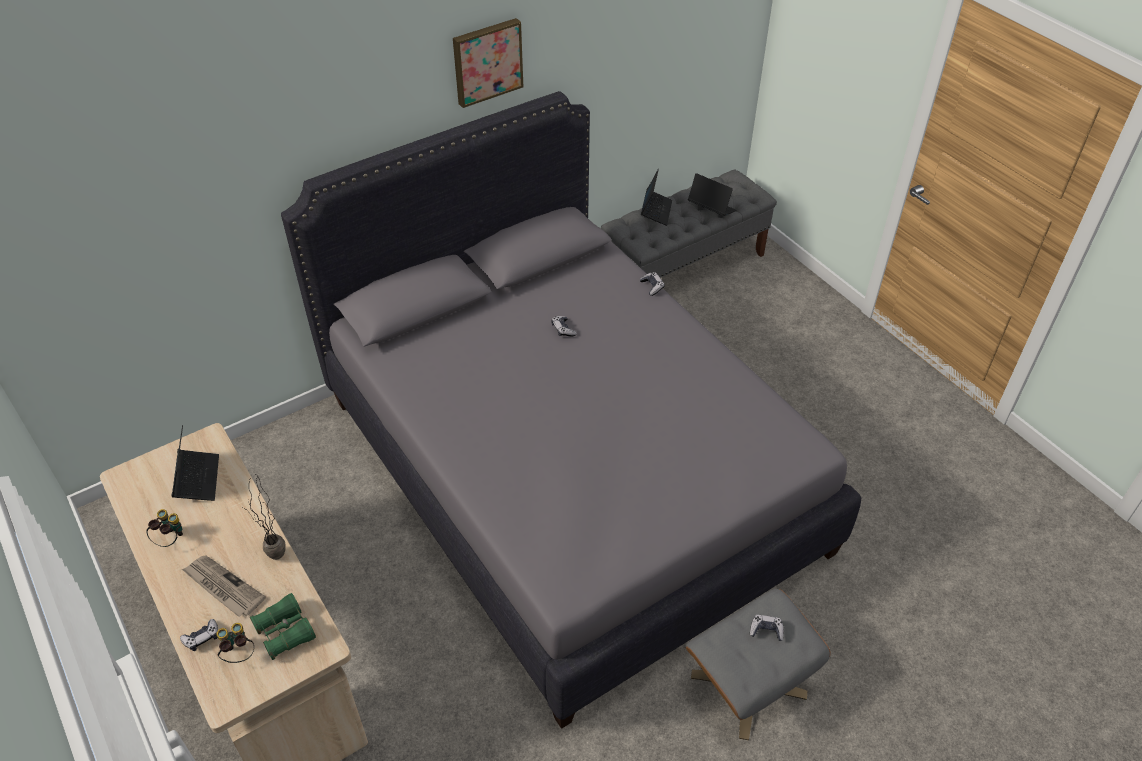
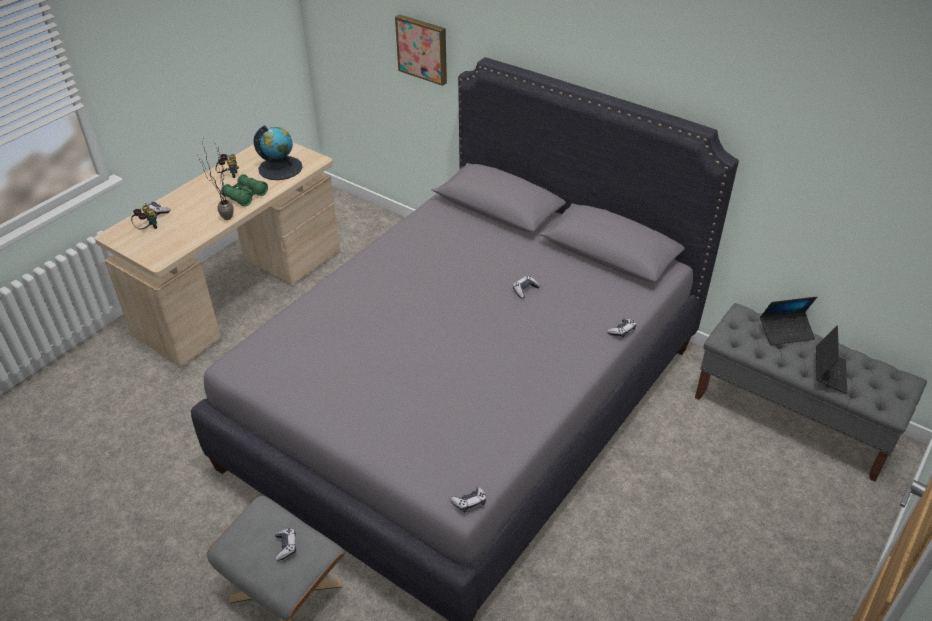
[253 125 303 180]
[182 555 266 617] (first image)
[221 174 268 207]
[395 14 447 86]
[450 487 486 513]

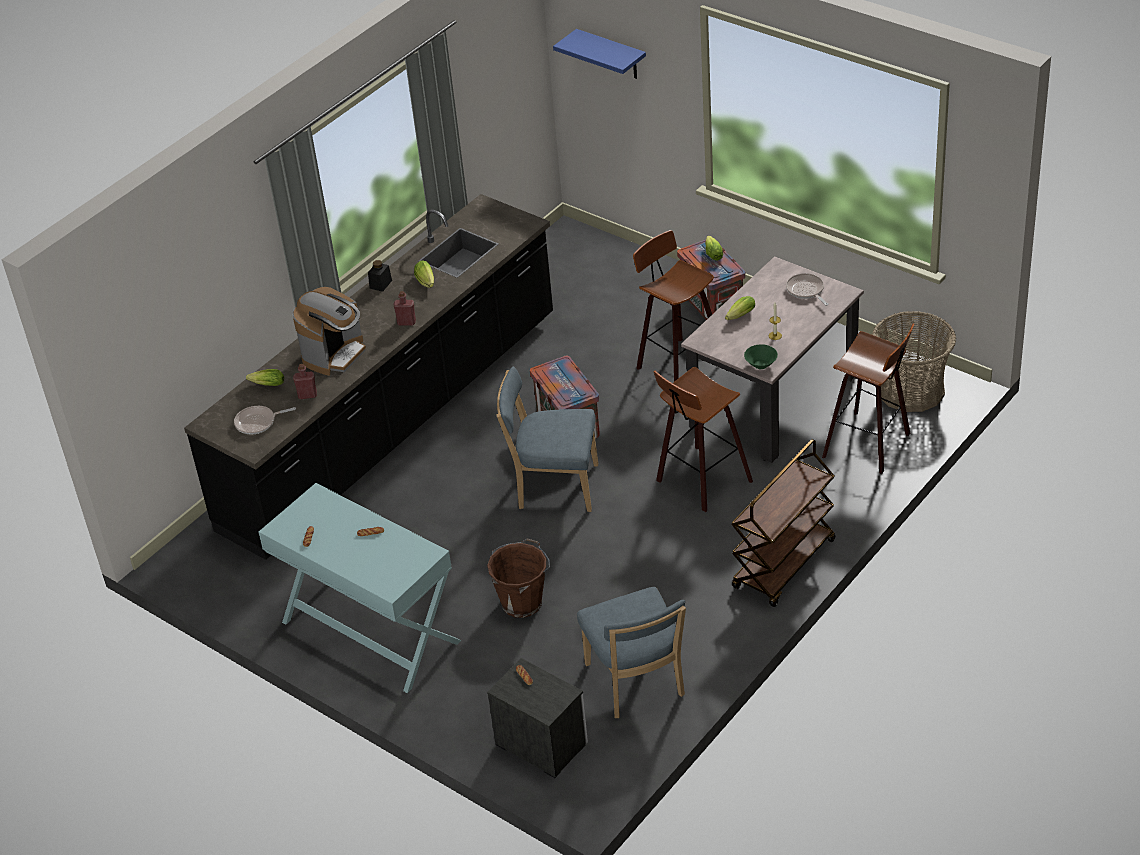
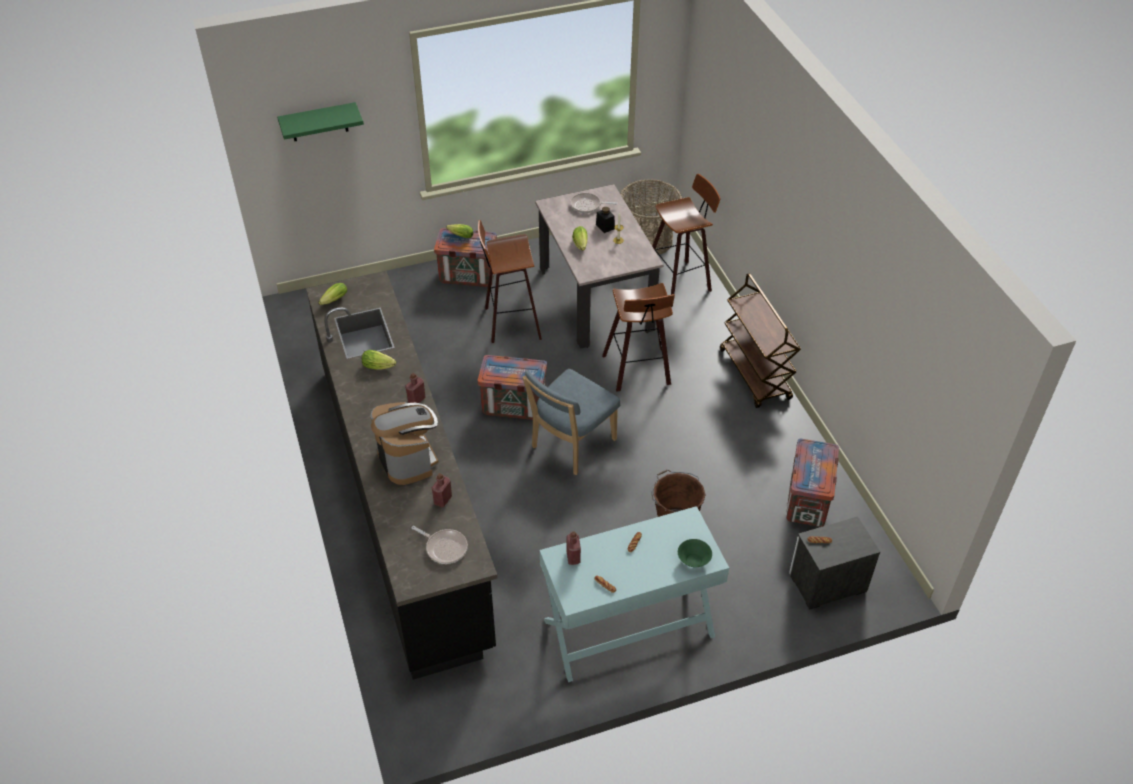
[411 526 468 564]
[319 283 347 305]
[596 207 615 233]
[277 102 364 141]
[787 438 839 527]
[678 539 712 567]
[566 531 581 565]

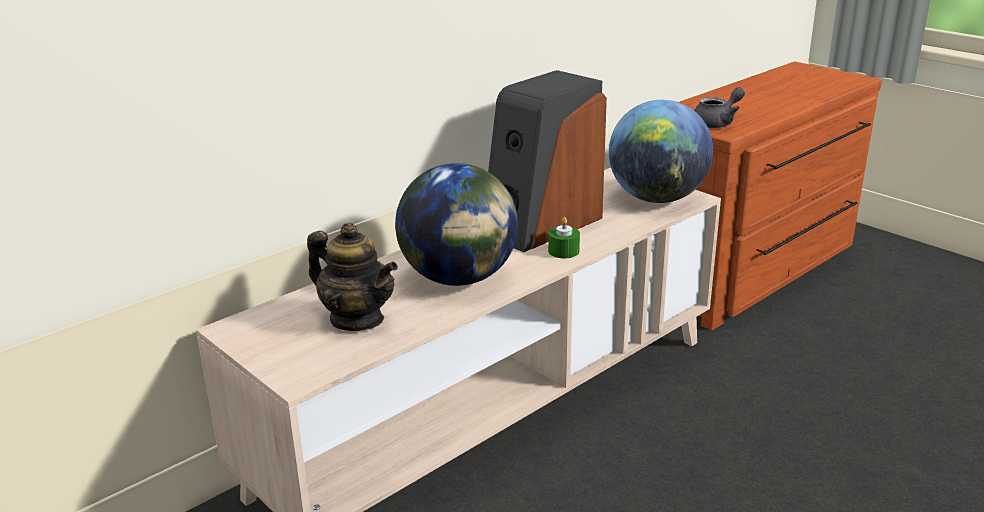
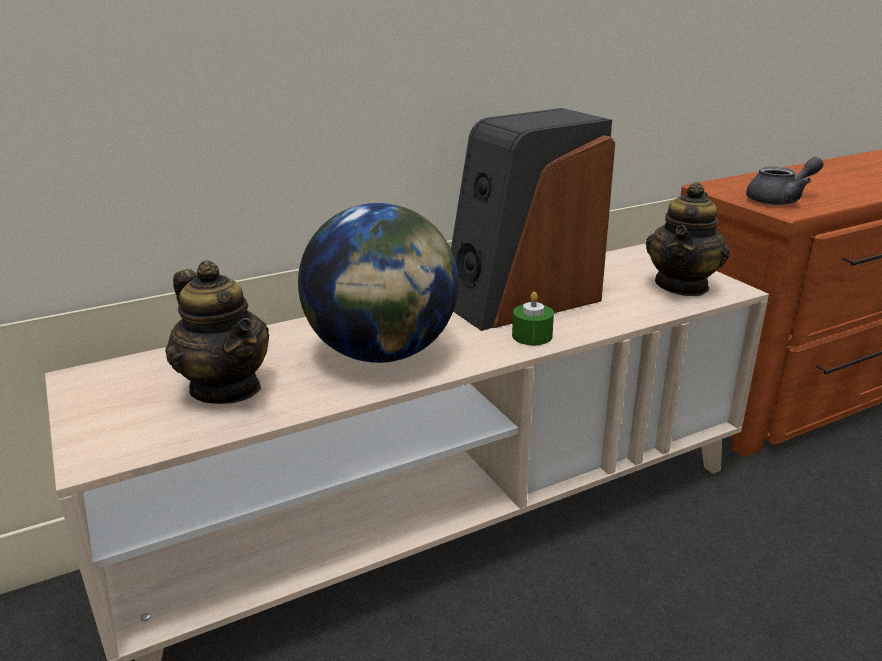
[646 182 730 296]

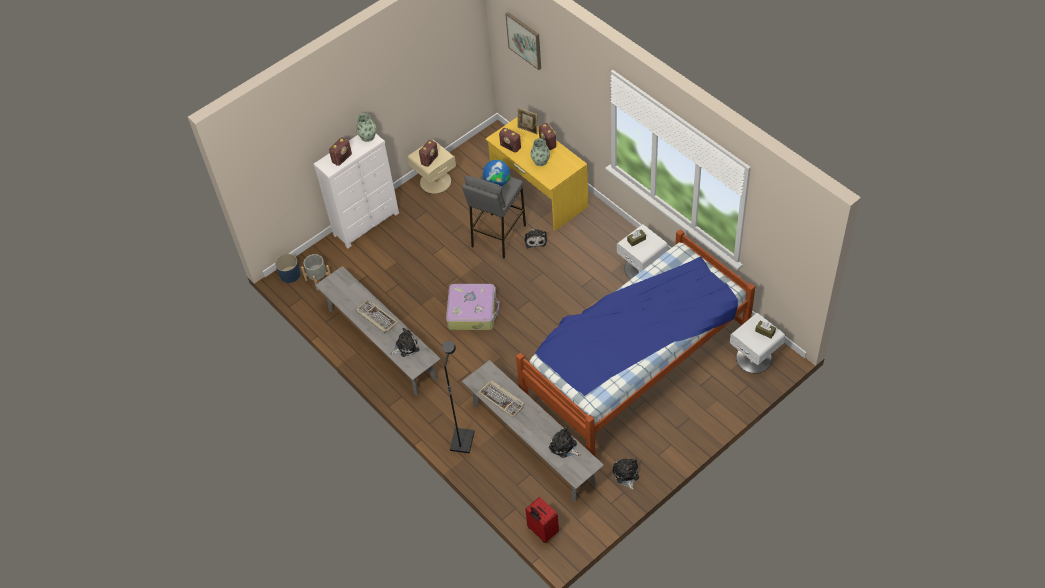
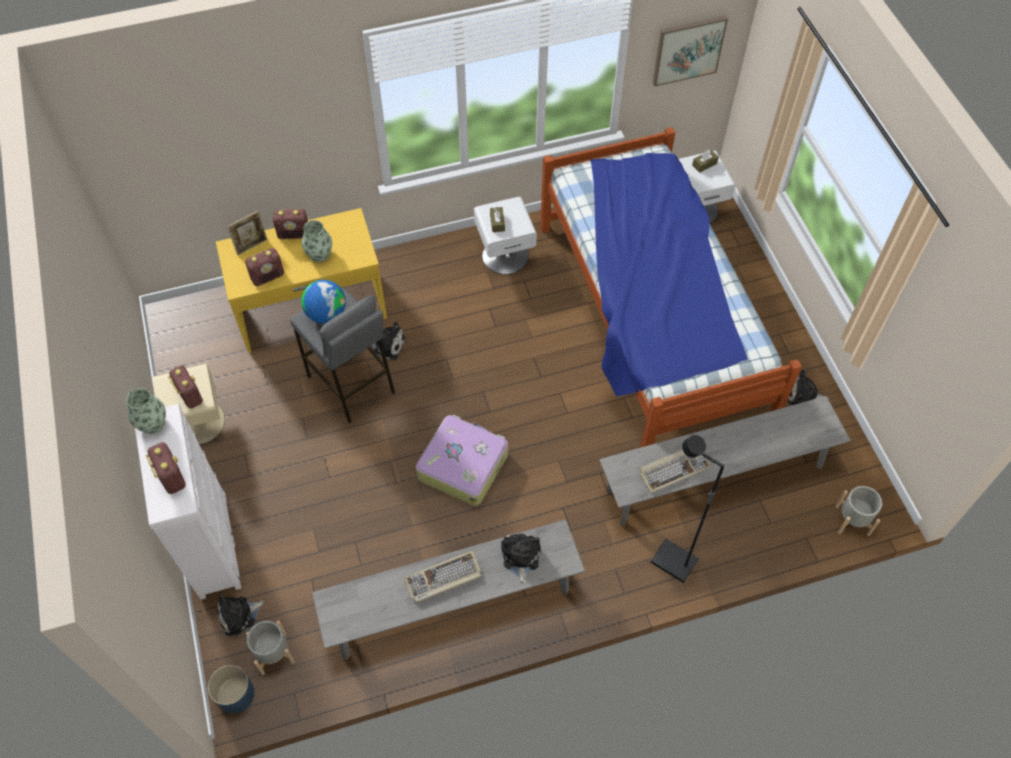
[653 16 728 87]
[835 486 882 536]
[218 595 264 636]

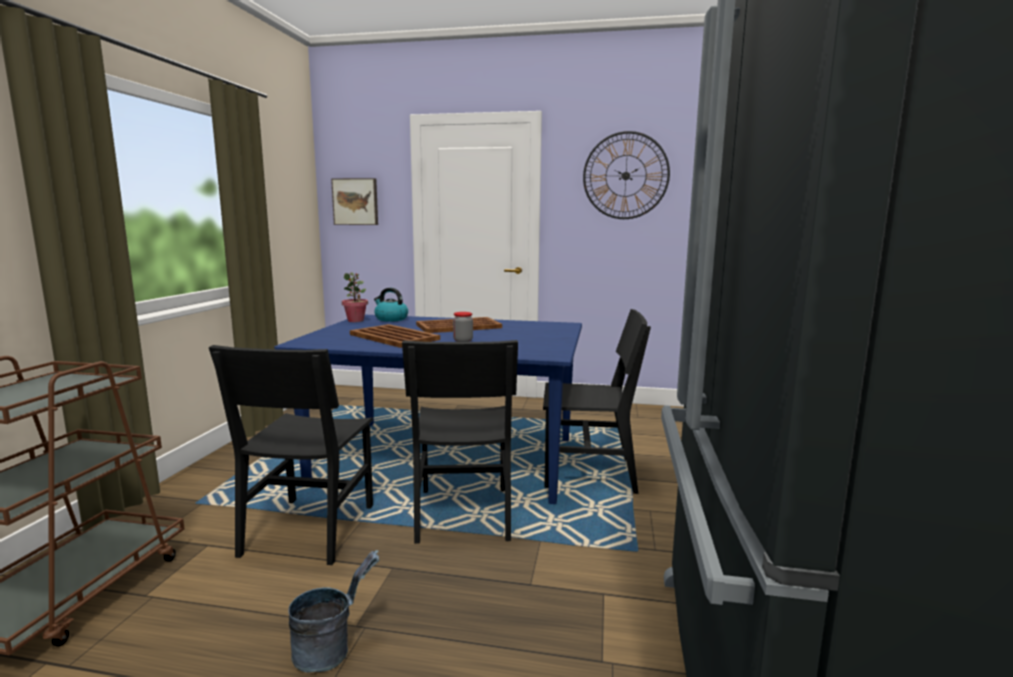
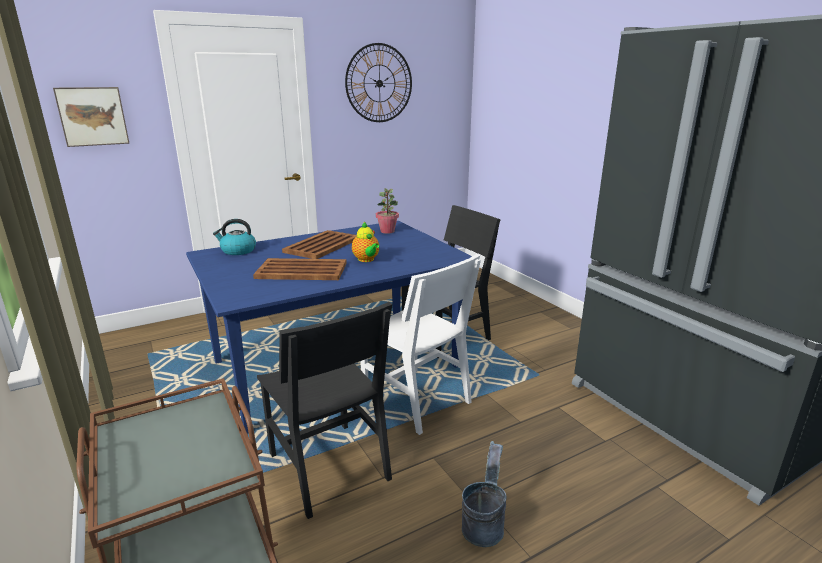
[376 188 399 234]
[361 254 481 435]
[352 222 379 262]

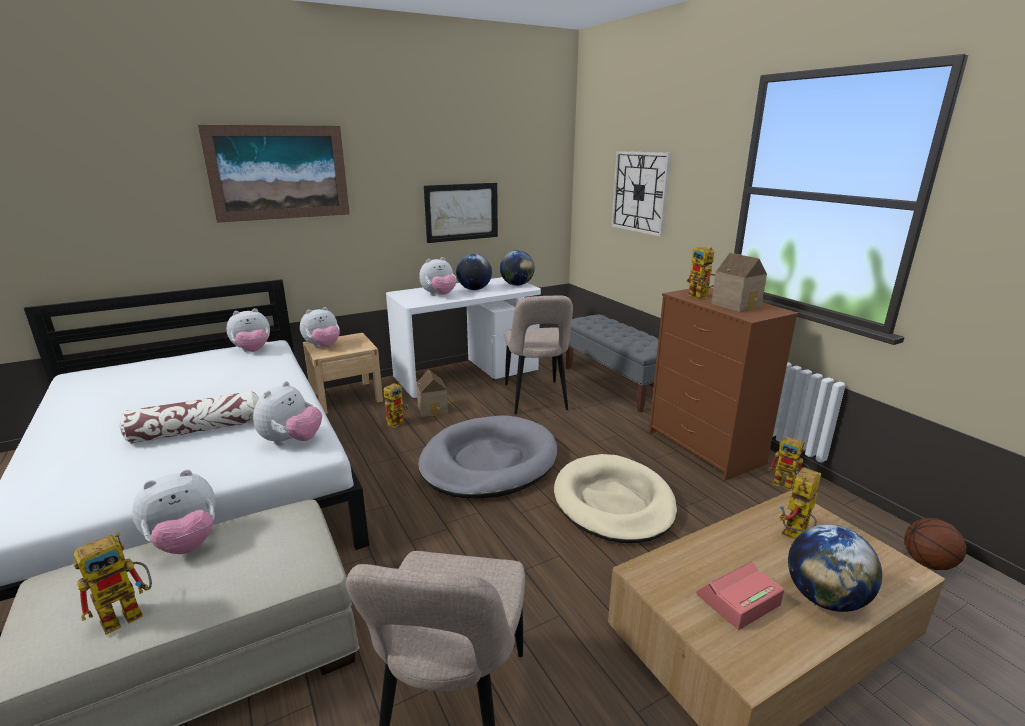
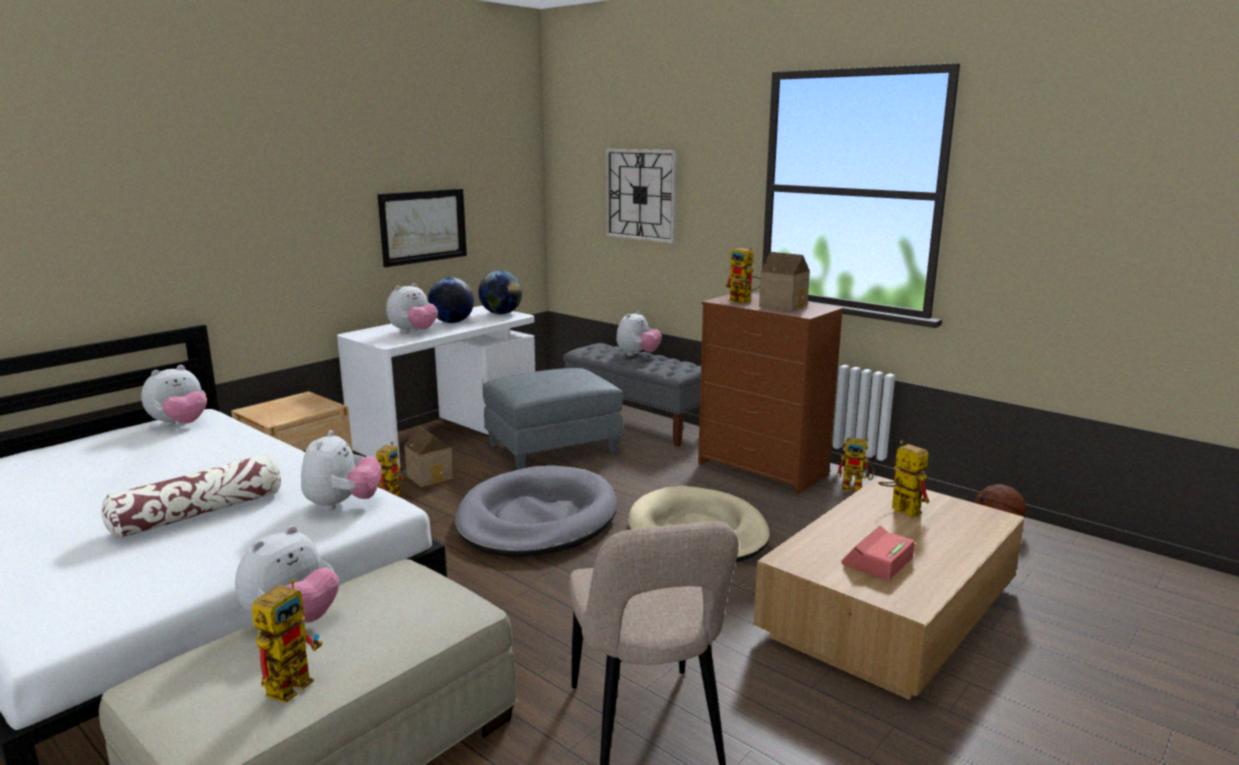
[198 125 350 223] (first image)
[616 311 662 356]
[483 368 624 470]
[878 441 929 518]
[788 525 882 612] (first image)

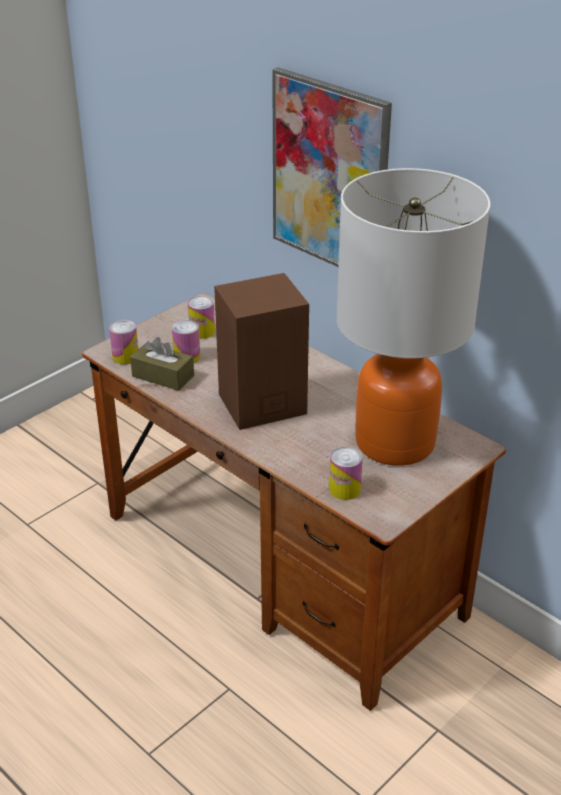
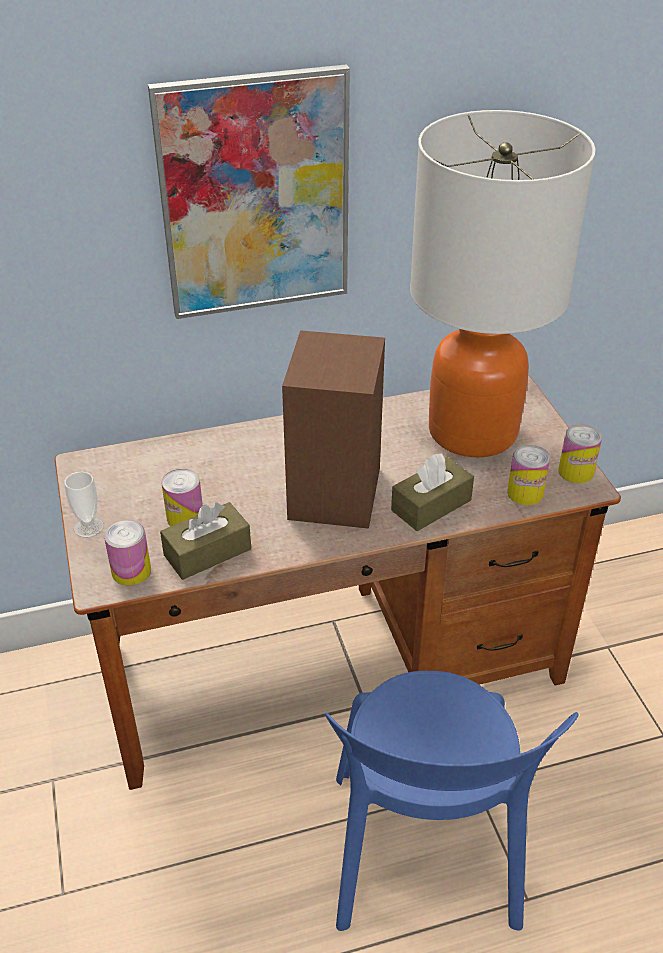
[558 424 602 483]
[64 472 104 538]
[325 671 579 931]
[391 454 474 531]

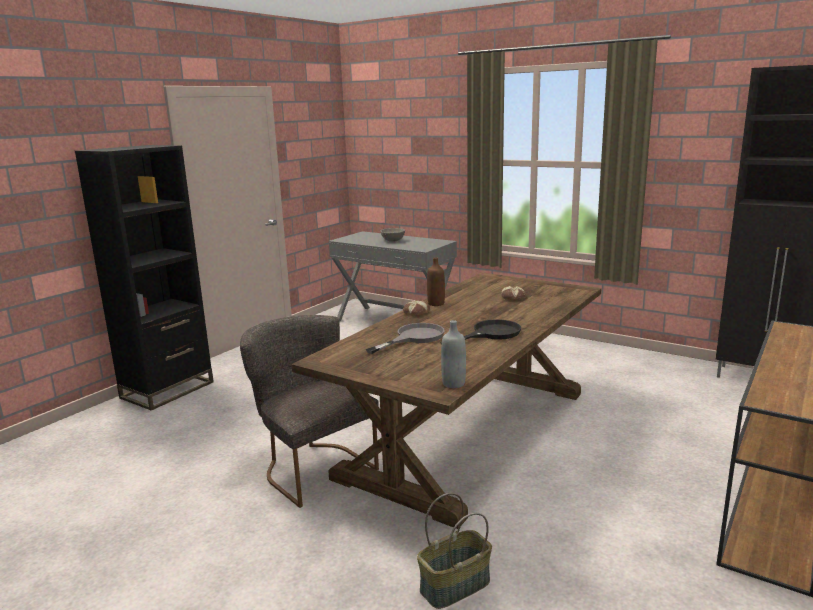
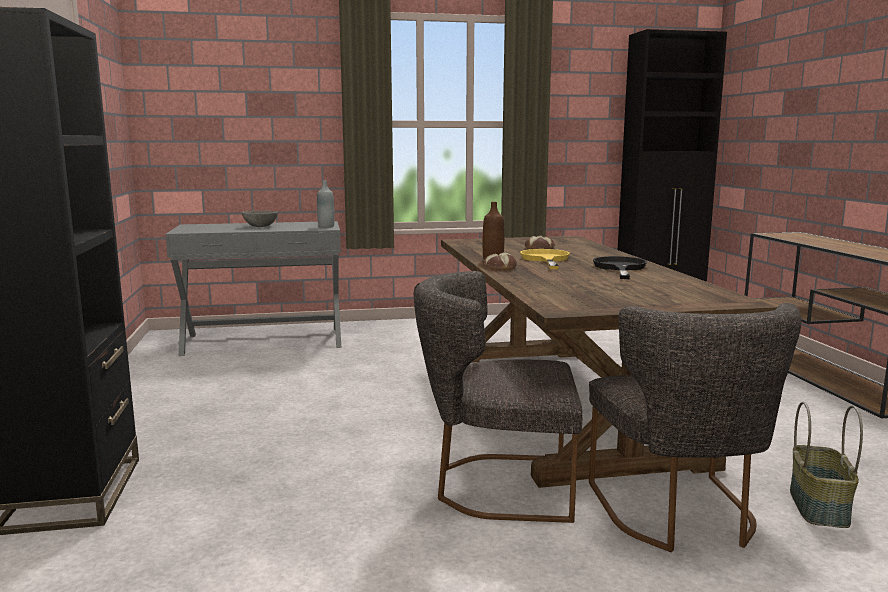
[366 323 445 354] (first image)
[317 181 335 228]
[520 249 570 269]
[589 303 801 552]

